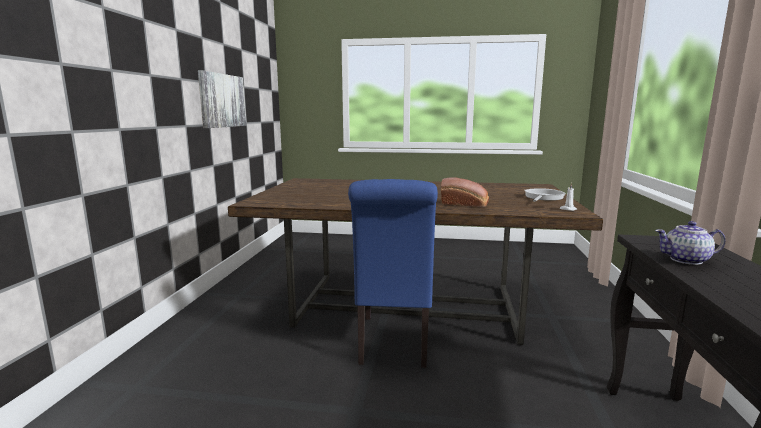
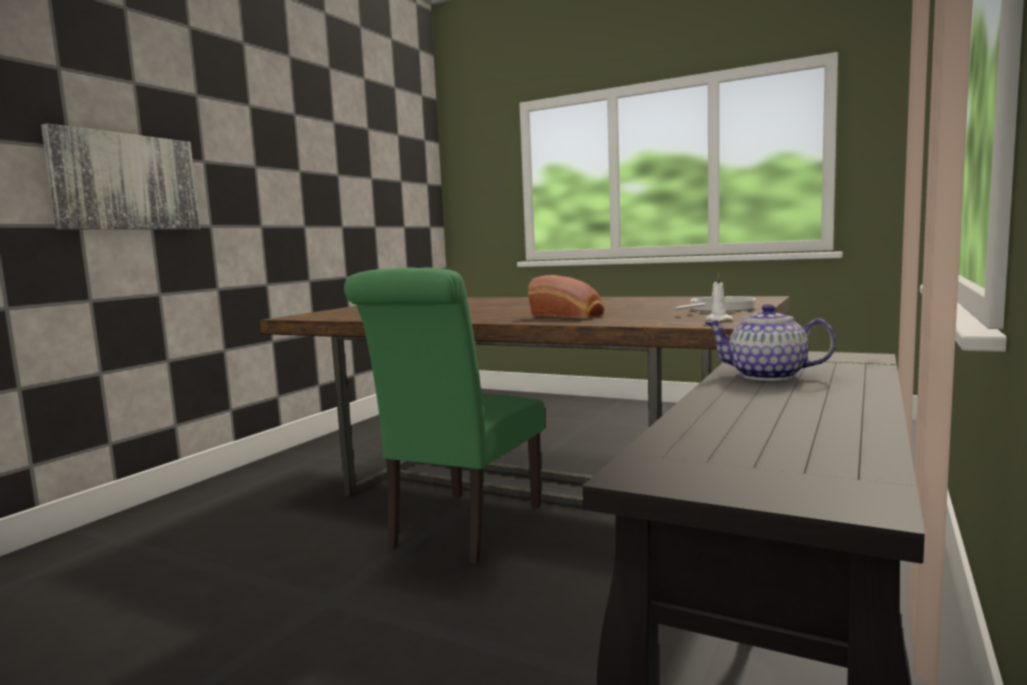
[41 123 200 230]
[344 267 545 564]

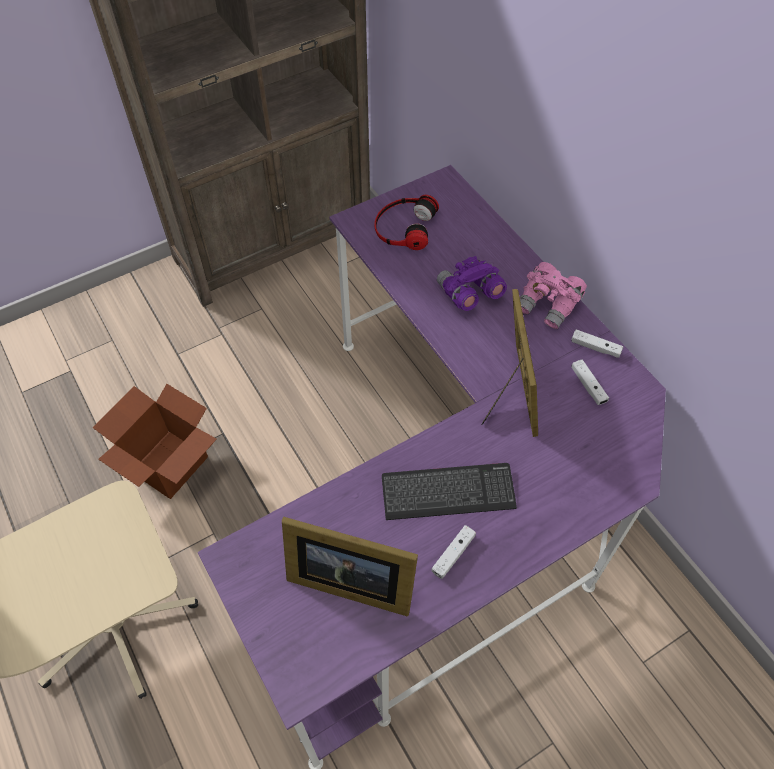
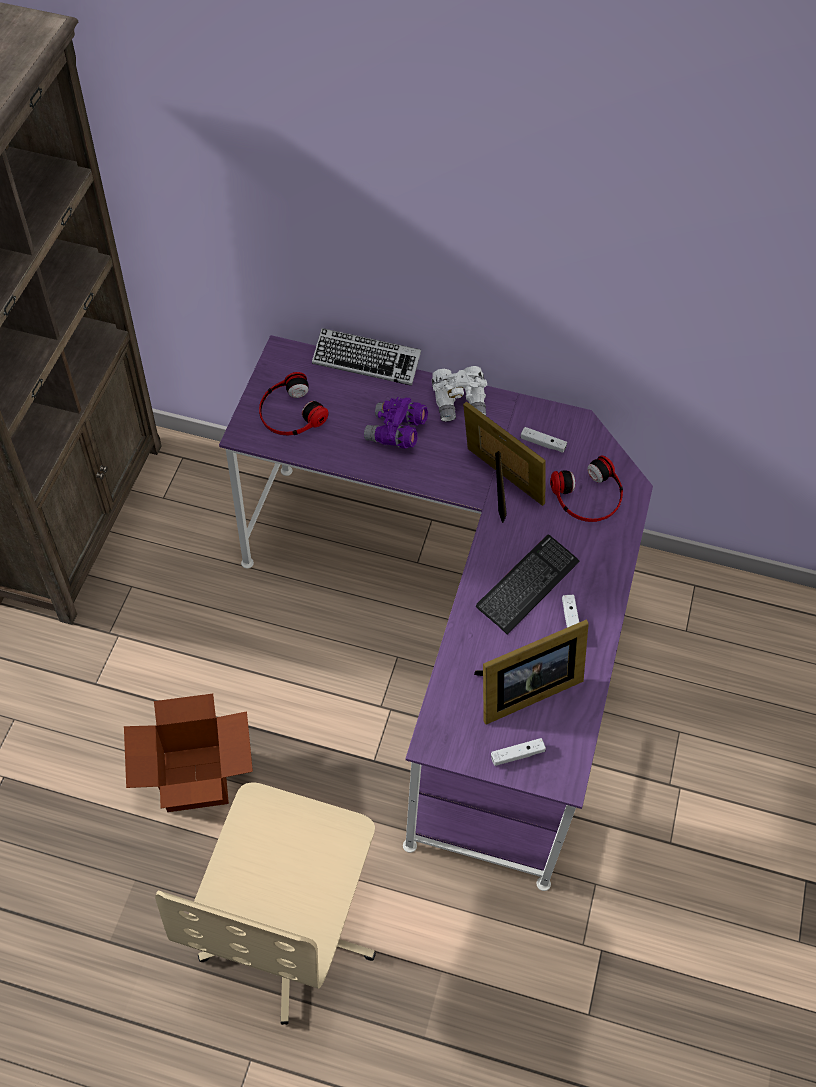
[432 366 487 421]
[491 738 546 766]
[312 328 421 386]
[550 456 623 522]

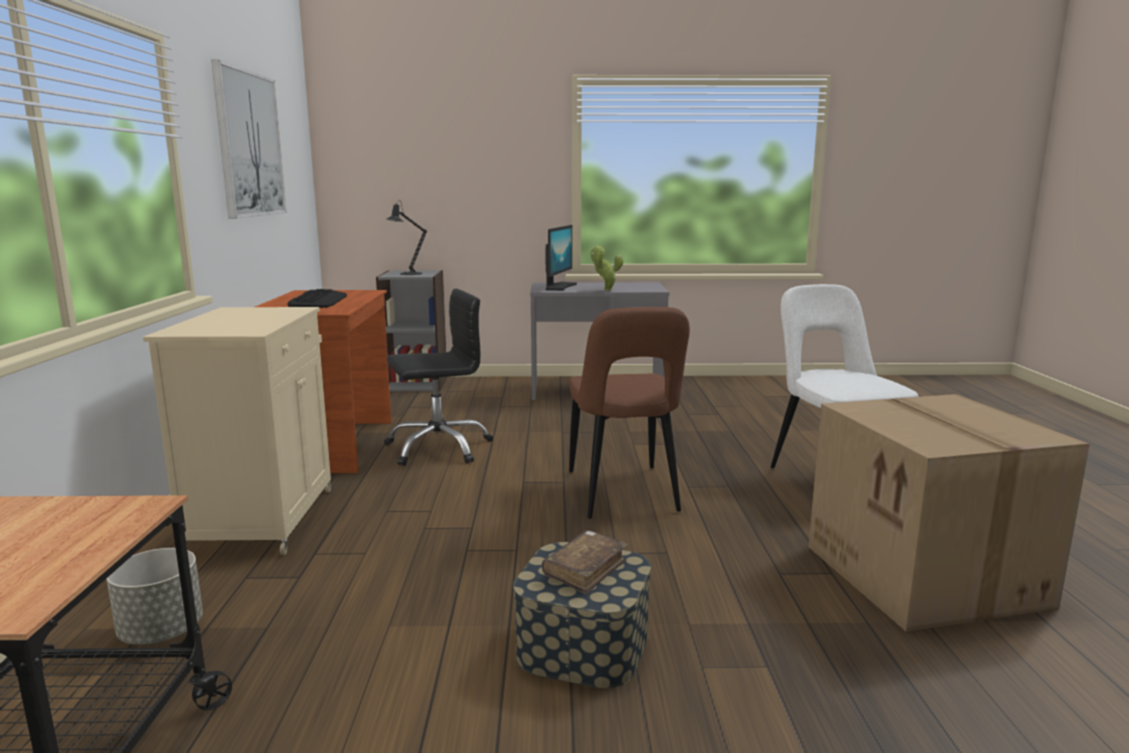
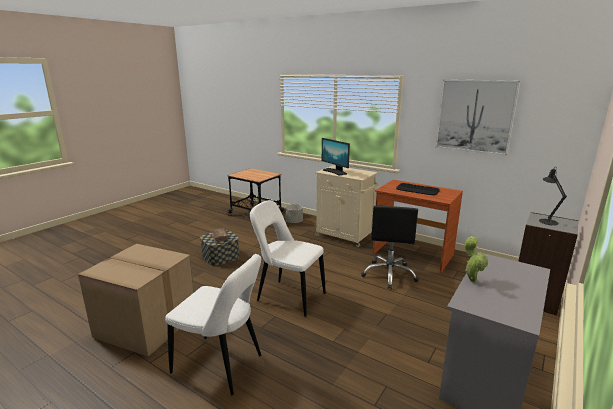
[322 138 350 175]
[250 200 326 317]

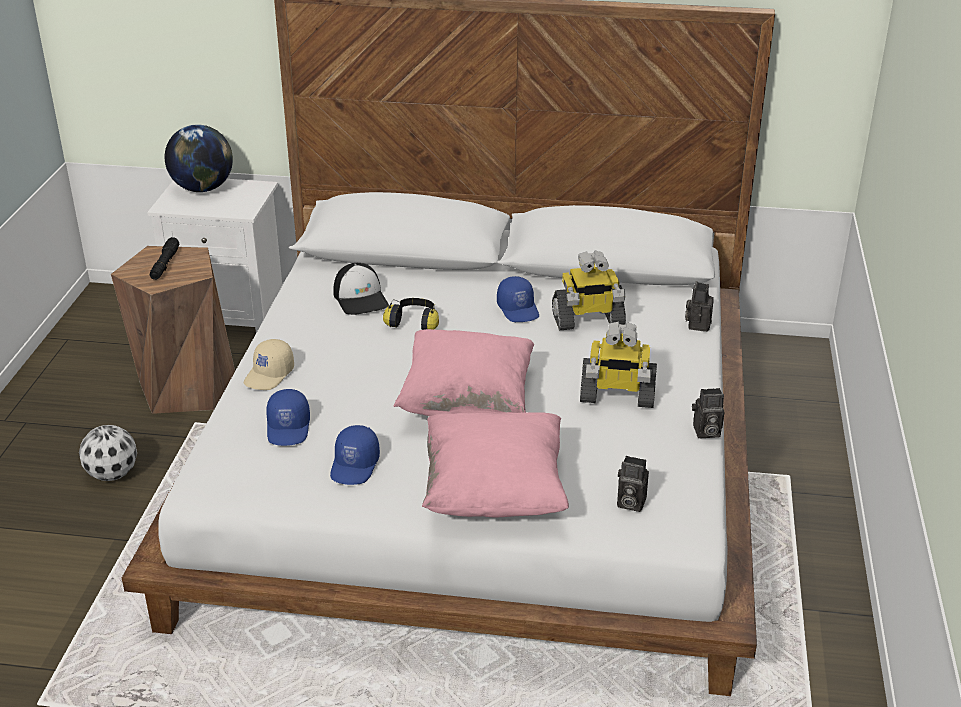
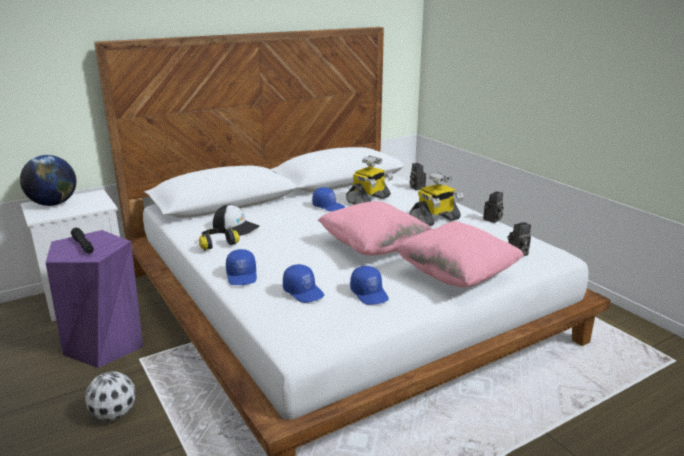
[45 230 143 368]
[226 249 257 285]
[199 227 240 251]

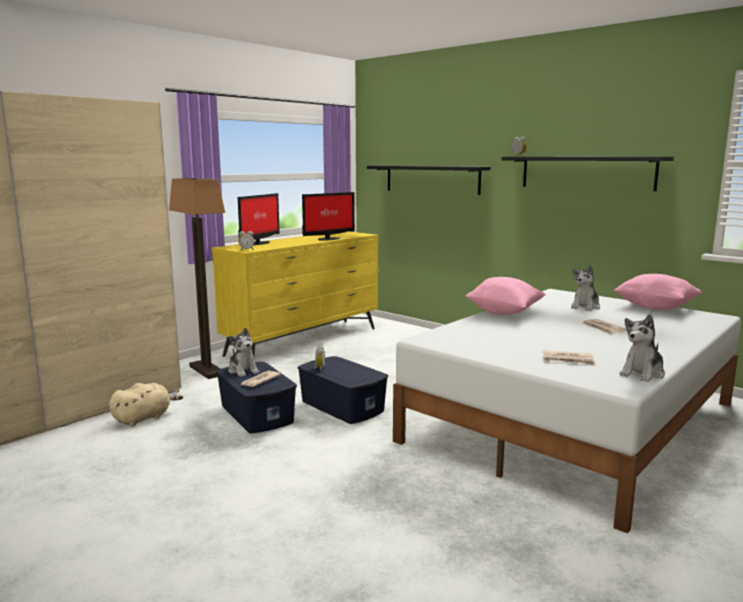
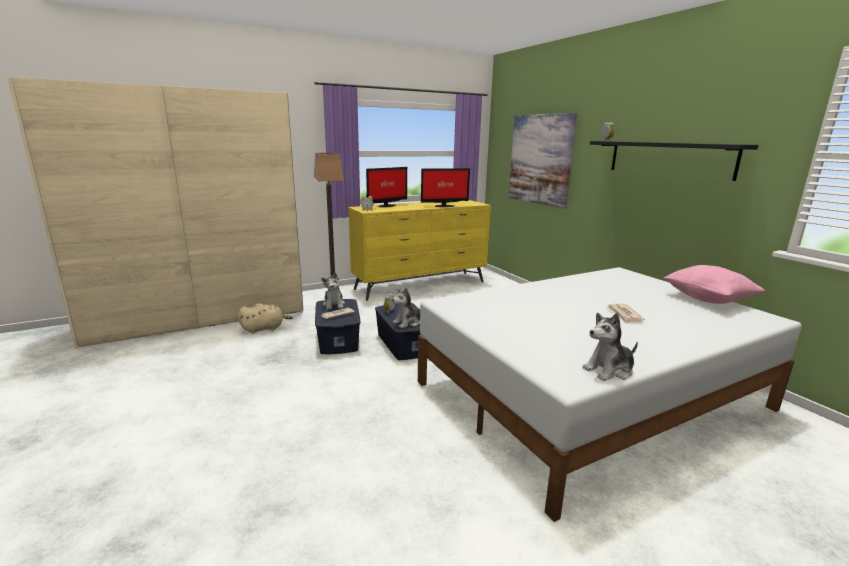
[508 113 577 209]
[466 277 546 315] (first image)
[543 350 596 365] (first image)
[392 288 420 328]

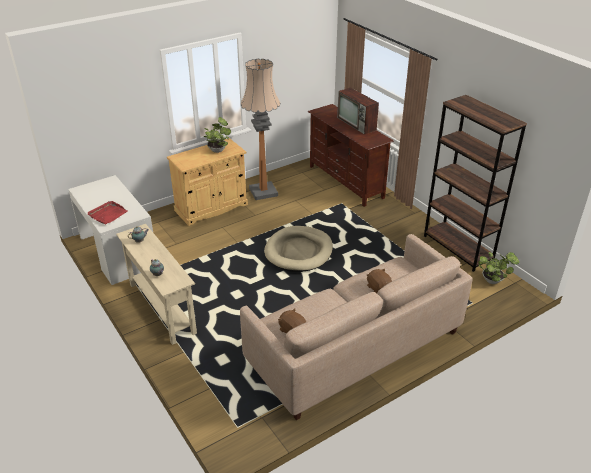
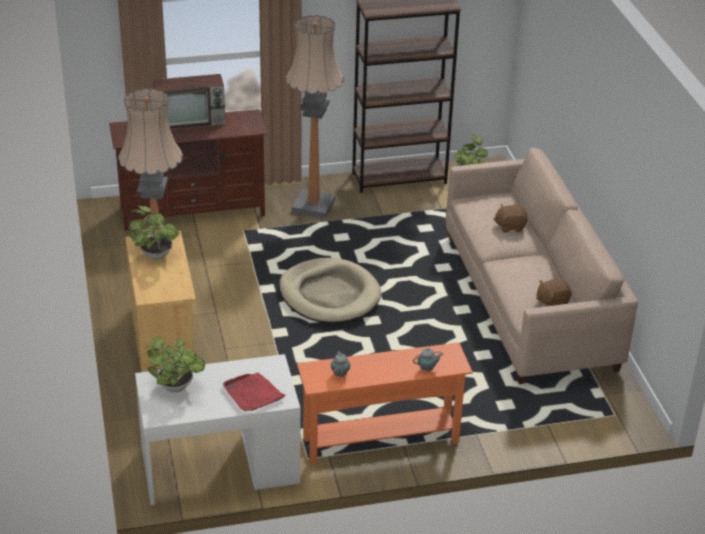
[297 342 473 464]
[146 338 205 392]
[286 15 344 218]

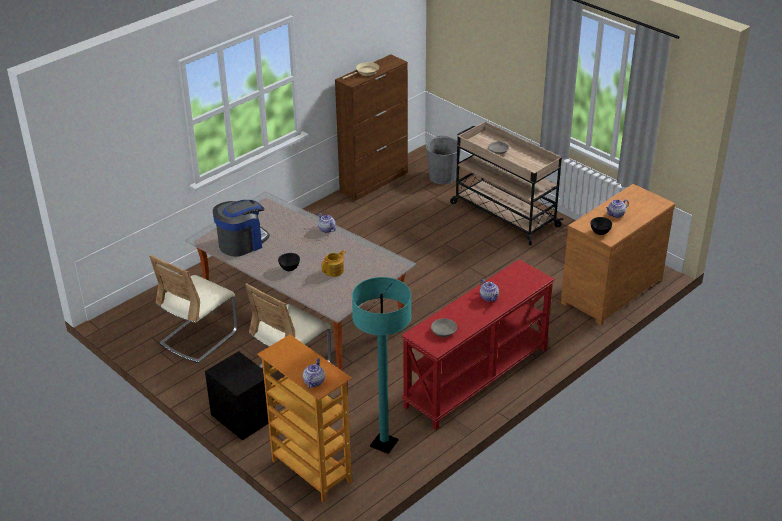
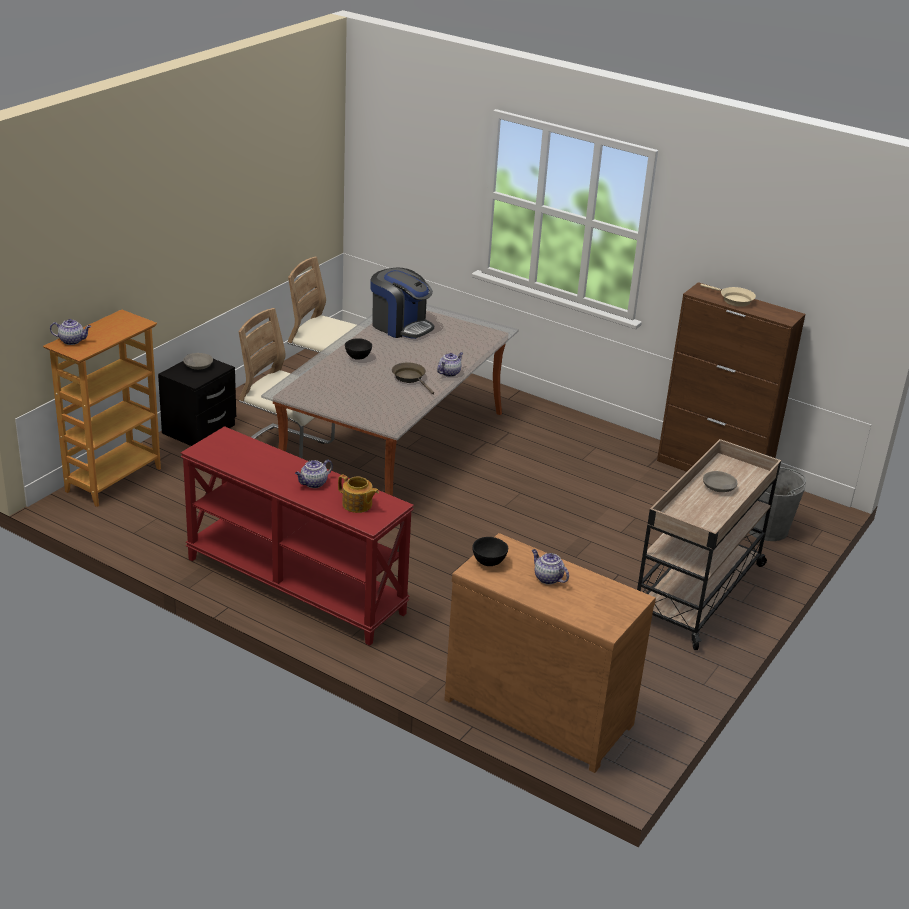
[338 475 379 513]
[352 277 412 454] (first image)
[183 353 213 370]
[392 362 434 394]

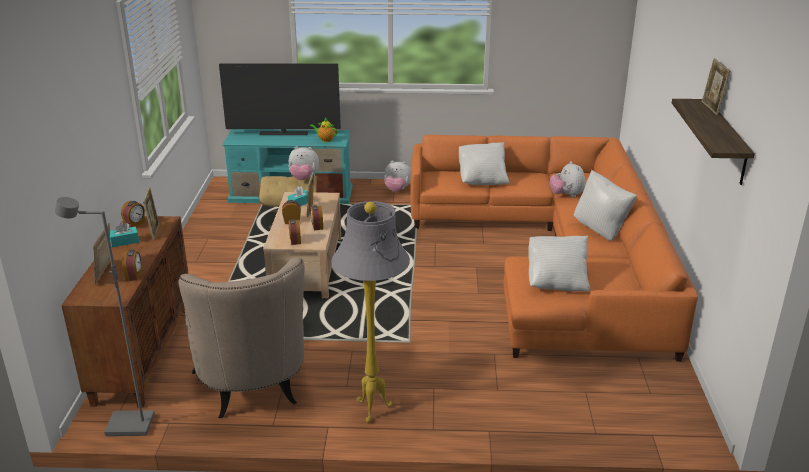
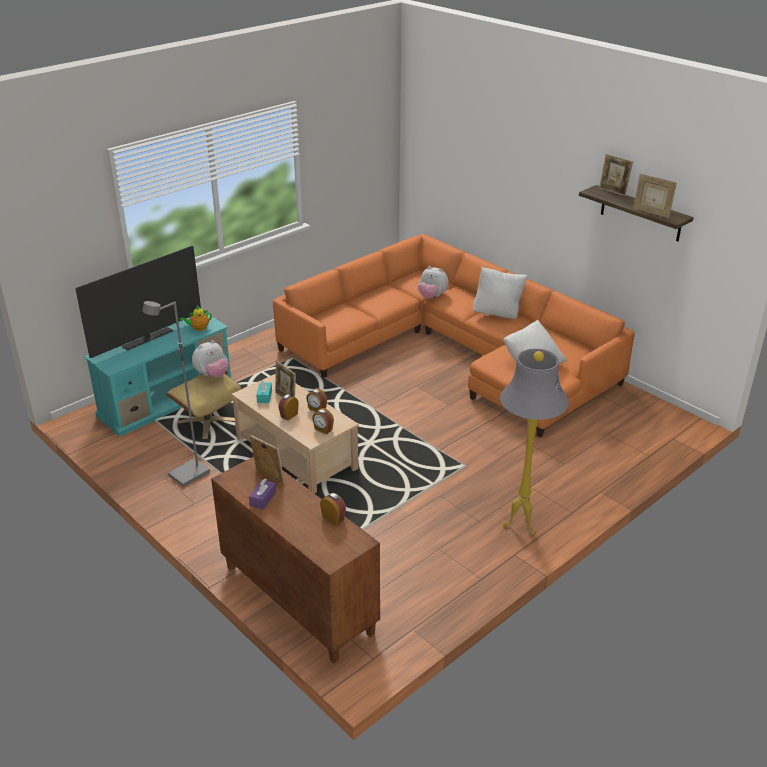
[142 301 210 487]
[633 174 677 218]
[249 479 276 509]
[121 201 145 227] (first image)
[178 257 305 418] (first image)
[384 161 411 192] (first image)
[459 142 509 185] (first image)

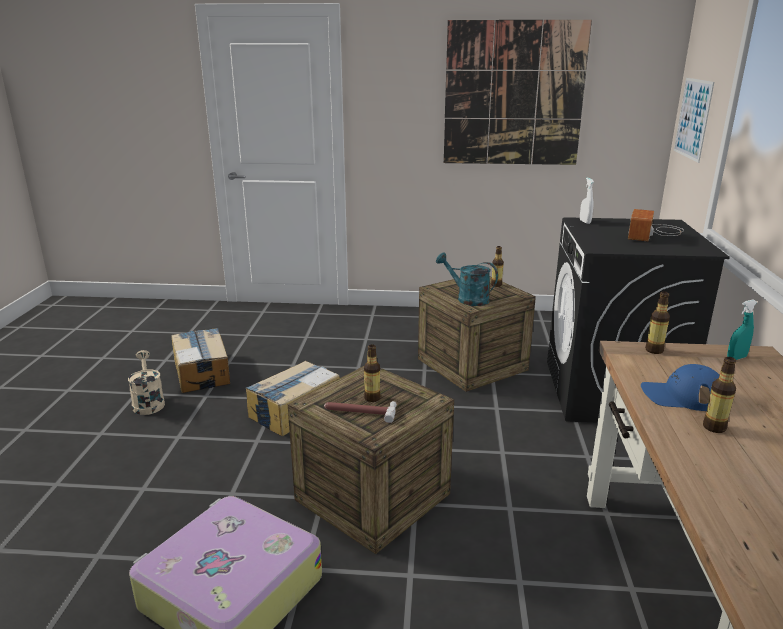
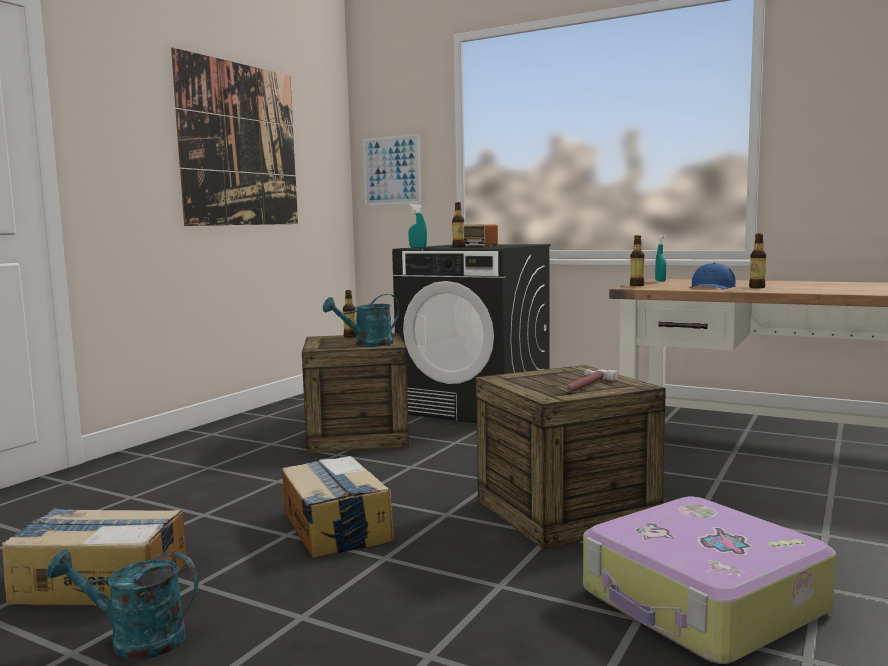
[46 550 199 659]
[452 202 465 247]
[408 204 427 248]

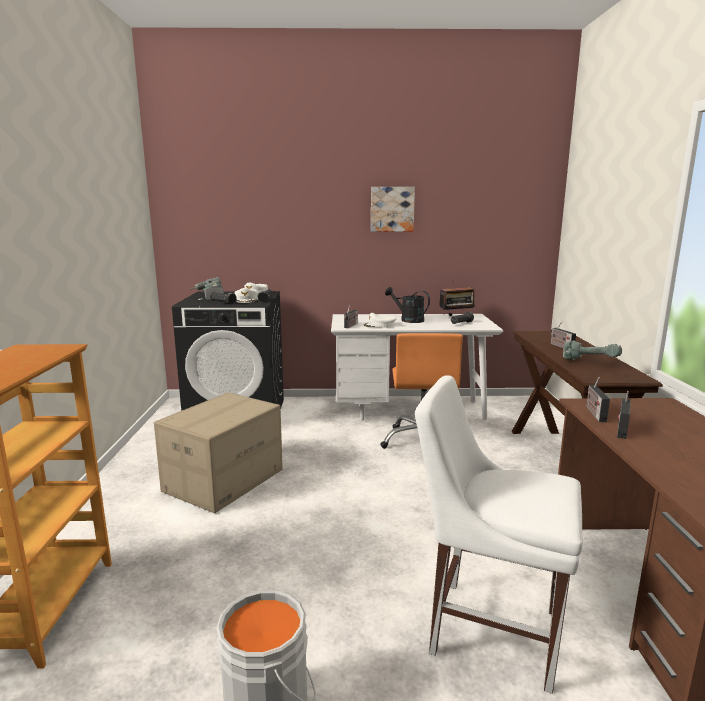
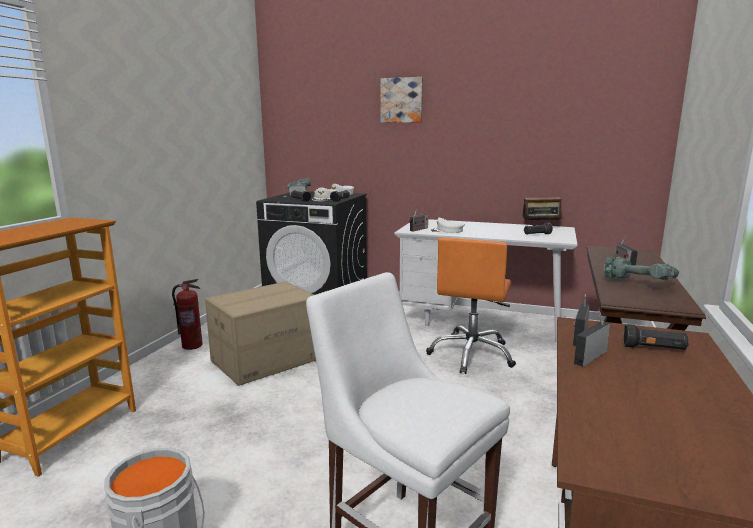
[380 77 423 123]
[385 287 430 323] (first image)
[172 279 203 350]
[623 324 689 350]

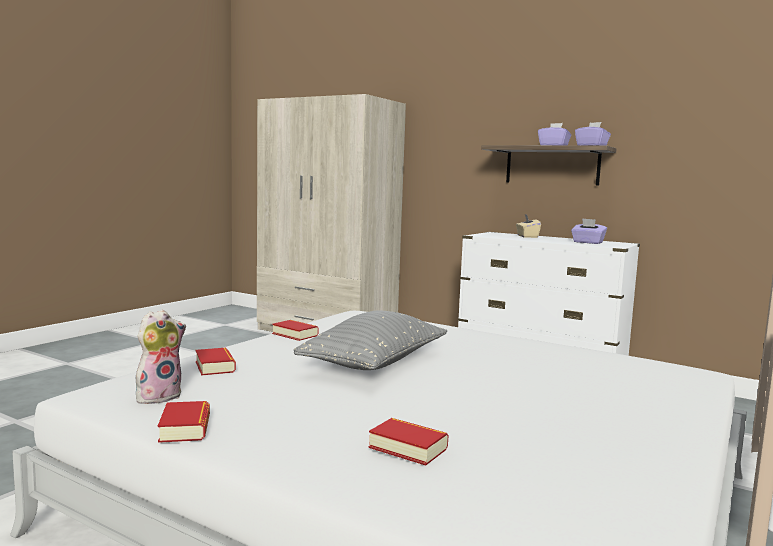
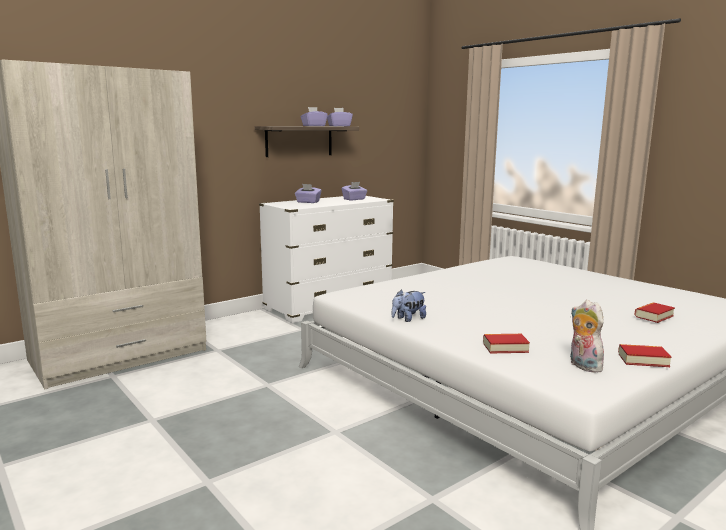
[392 290 426 322]
[294 311 447 370] (first image)
[295 184 321 203]

